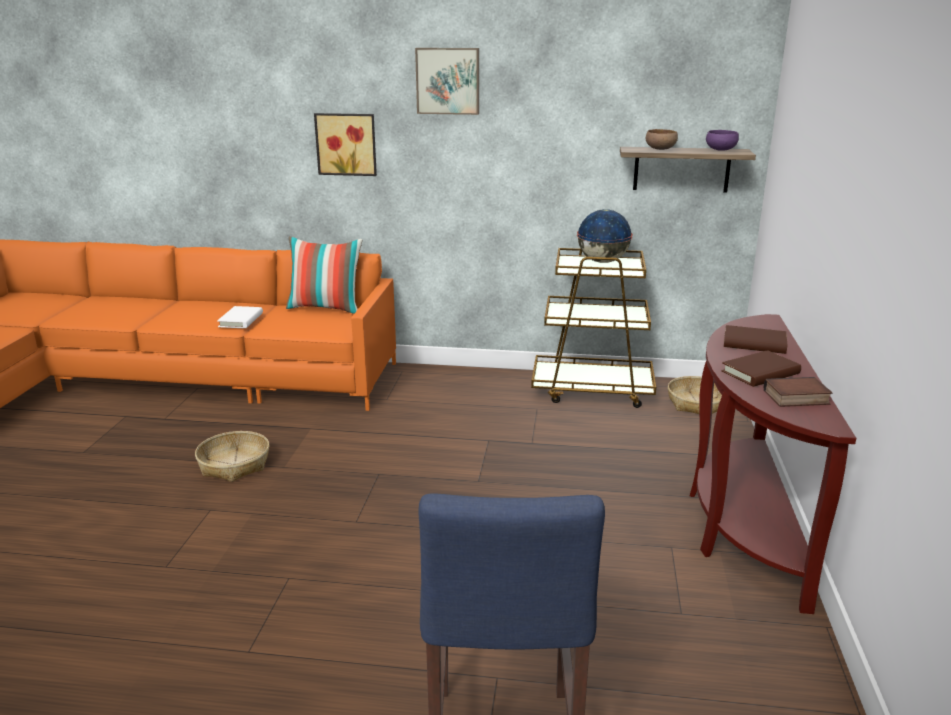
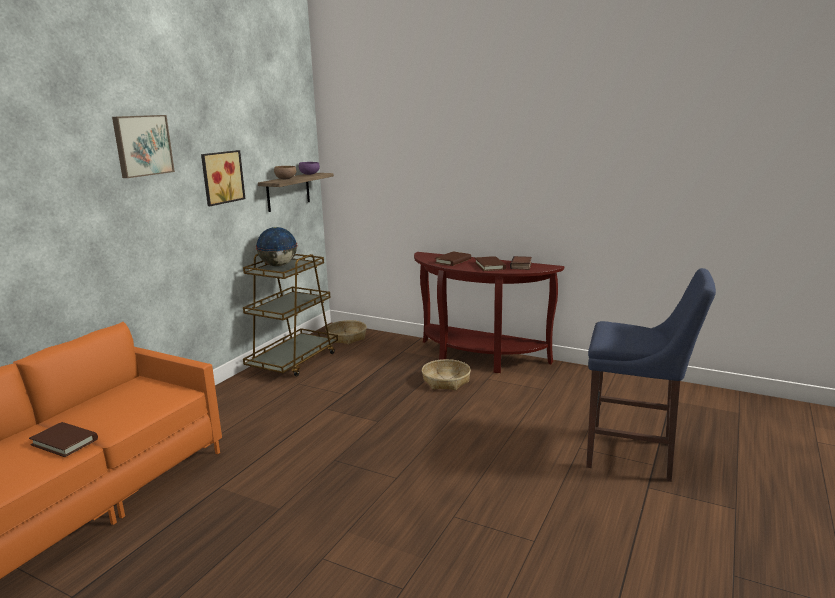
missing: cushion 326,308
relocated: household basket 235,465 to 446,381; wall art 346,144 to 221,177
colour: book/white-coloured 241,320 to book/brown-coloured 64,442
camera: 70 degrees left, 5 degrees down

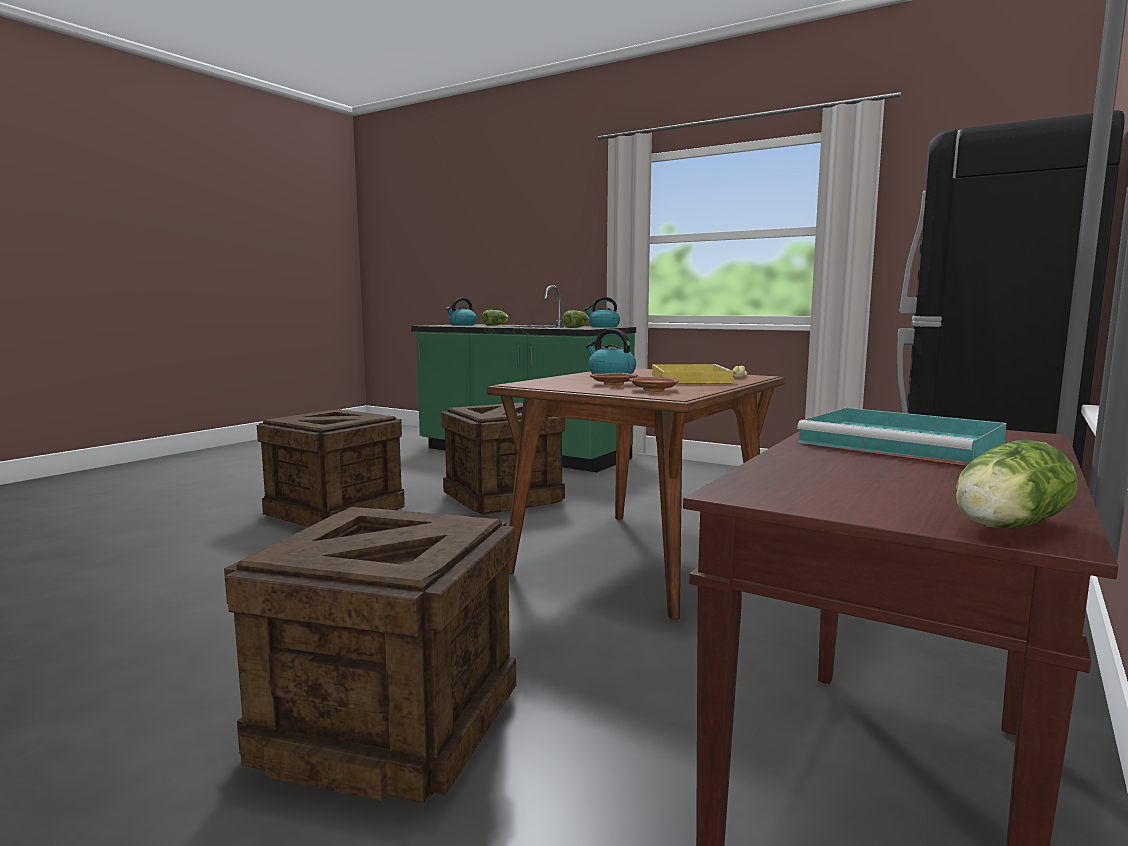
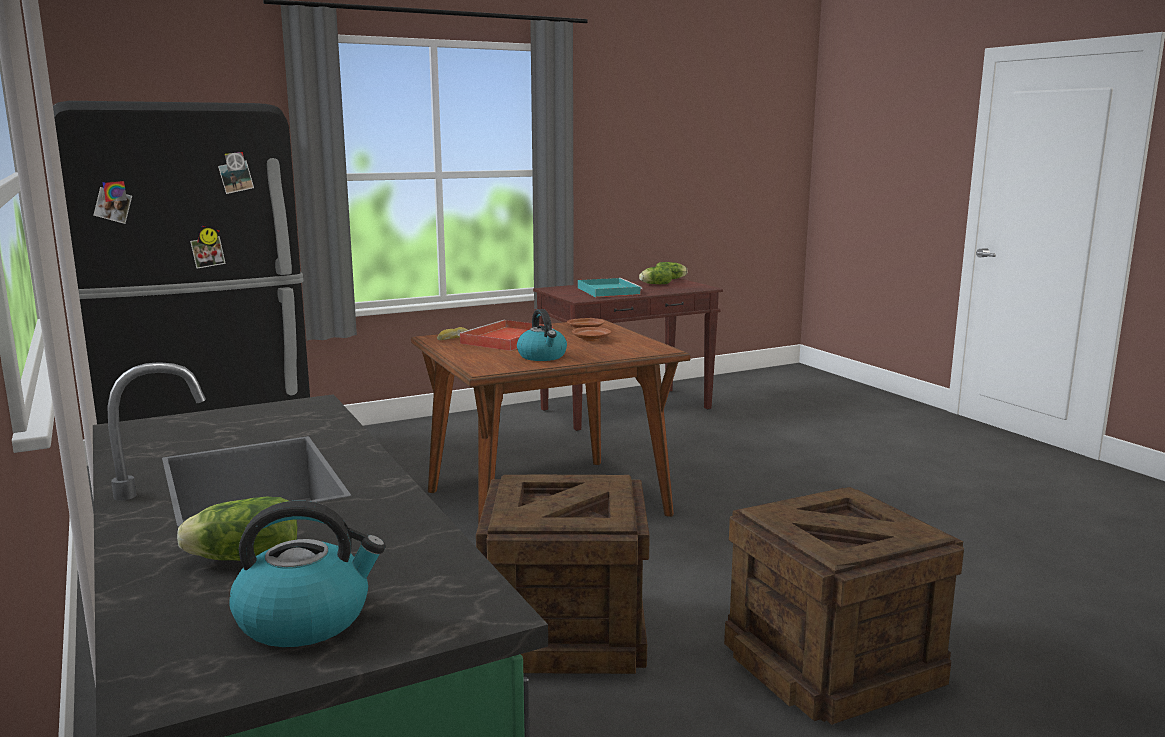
missing: crate 386,726; kettle 603,326
relocated: lettuce head 577,327 to 655,284
colour: carrying tray/yellowish 689,379 to carrying tray/reddish 506,340
camera: 150 degrees left, 5 degrees up

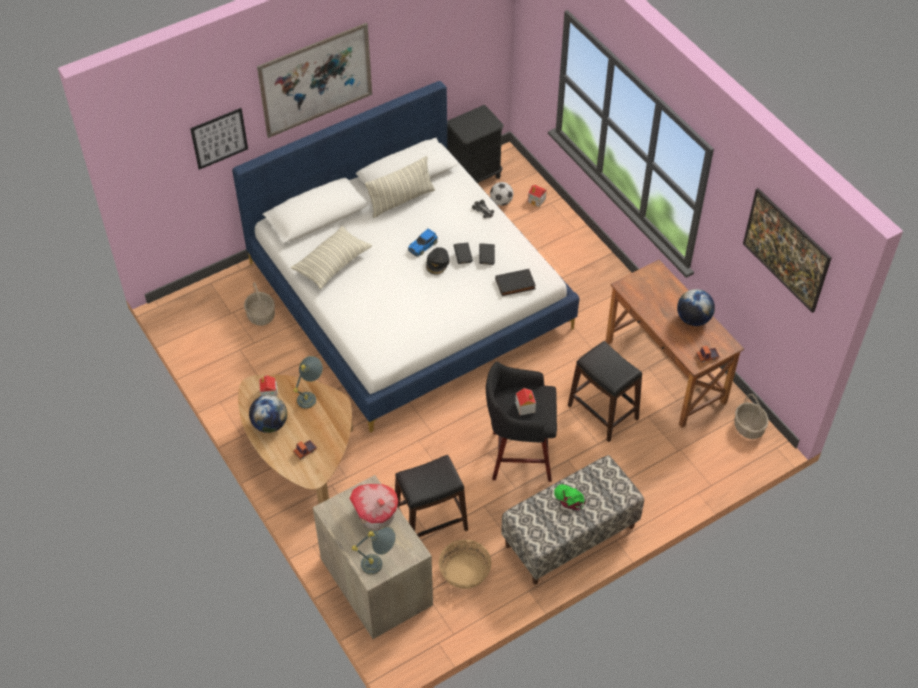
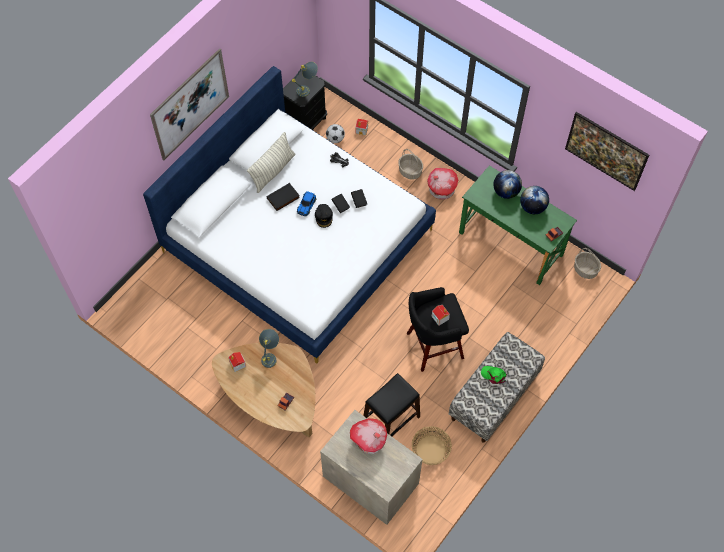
missing: wall art 219,138; cushion 332,264; stool seat/black 602,413
appeared: toy house 441,190
relocated: household basket 261,315 to 410,171; world globe 270,424 to 506,192; tabletop lamp/gray 379,563 to 307,89; book/black 515,285 to 283,198
colour: desk unit/brown-coloured 665,371 to desk unit/greenish 511,243
camera: 20 degrees left, 10 degrees up

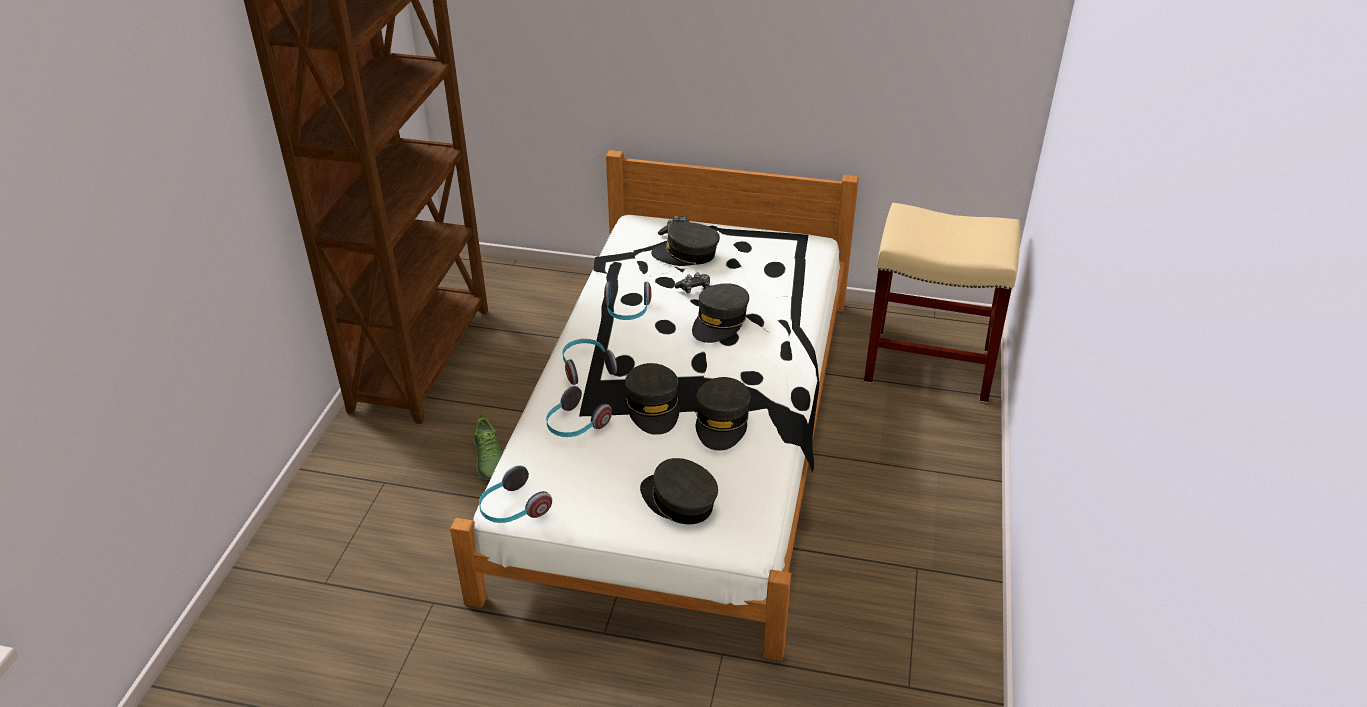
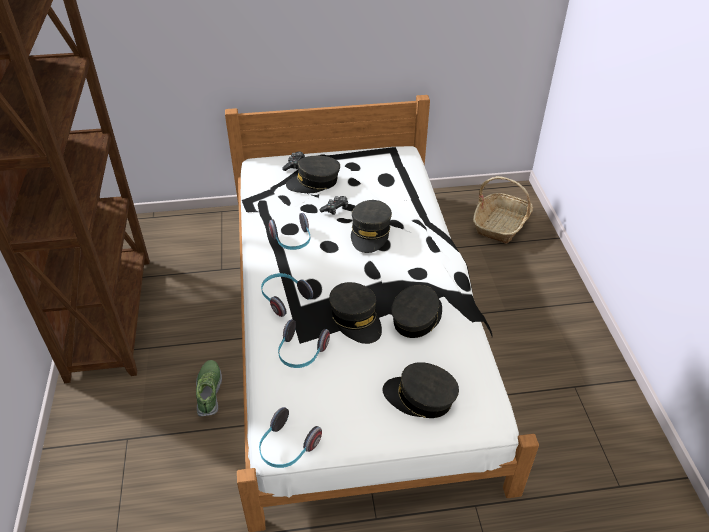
exchanged: stool seat/beige-coloured 930,364 to household basket 501,224
spun: shoe 489,460 = 209,392 150 degrees counterclockwise; baseball cap/gray 722,422 = 417,318 135 degrees counterclockwise
camera: 20 degrees left, 5 degrees up

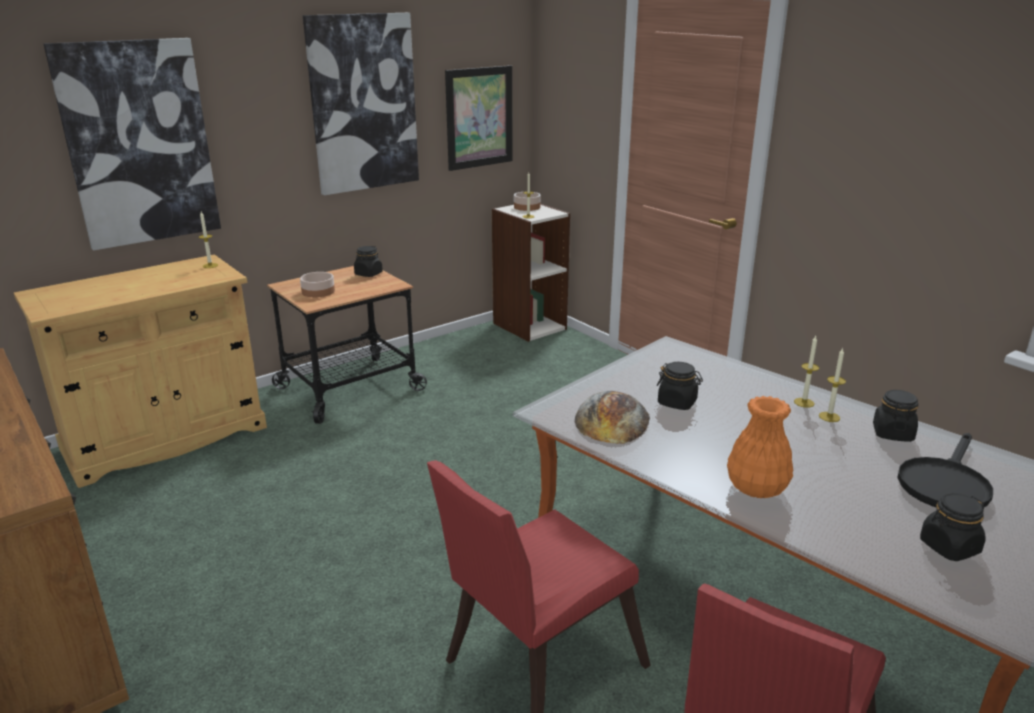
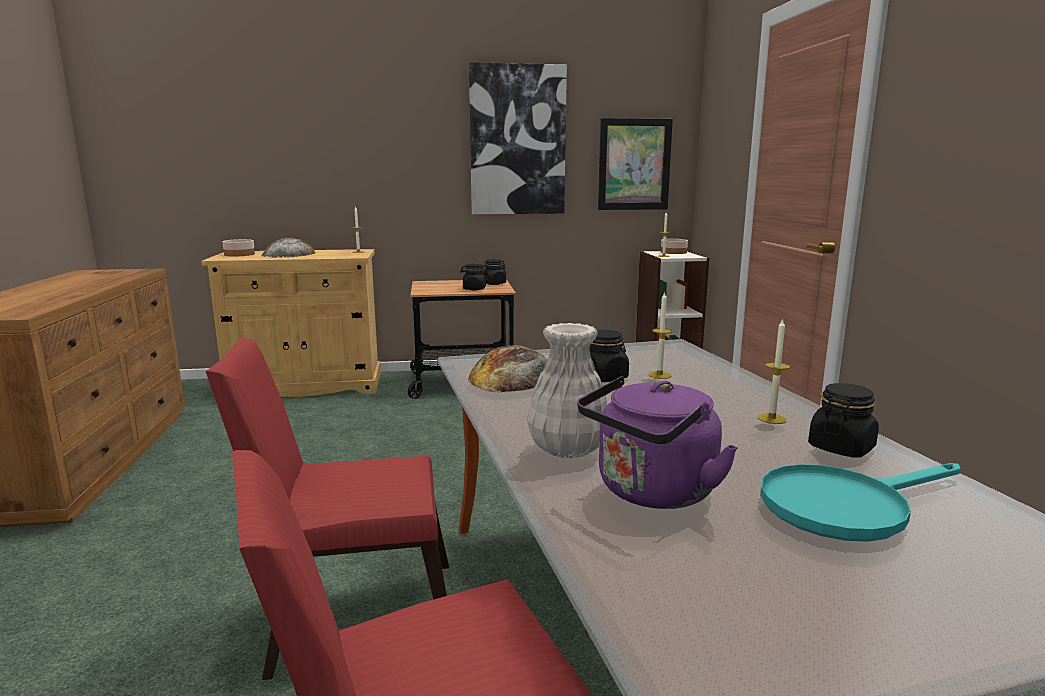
missing: wall art 139,143
appeared: bread 288,254; kettle/purple 651,493
relocated: bowl 318,291 to 239,254; wax candle 804,402 to 659,375; storage jar/black 949,547 to 474,289
colour: decorative vase/orangey 757,488 to decorative vase/white-coloured 569,449; frying pan/black 944,483 to frying pan/turquoise-coloured 845,505
camera: 30 degrees right, 10 degrees down

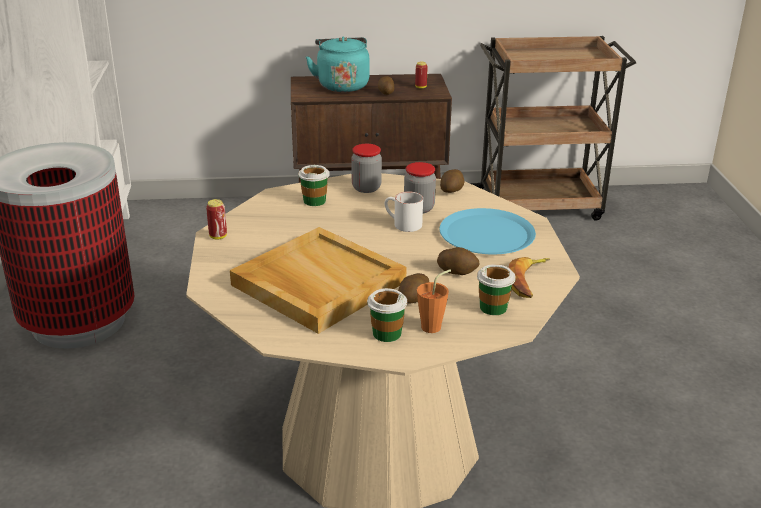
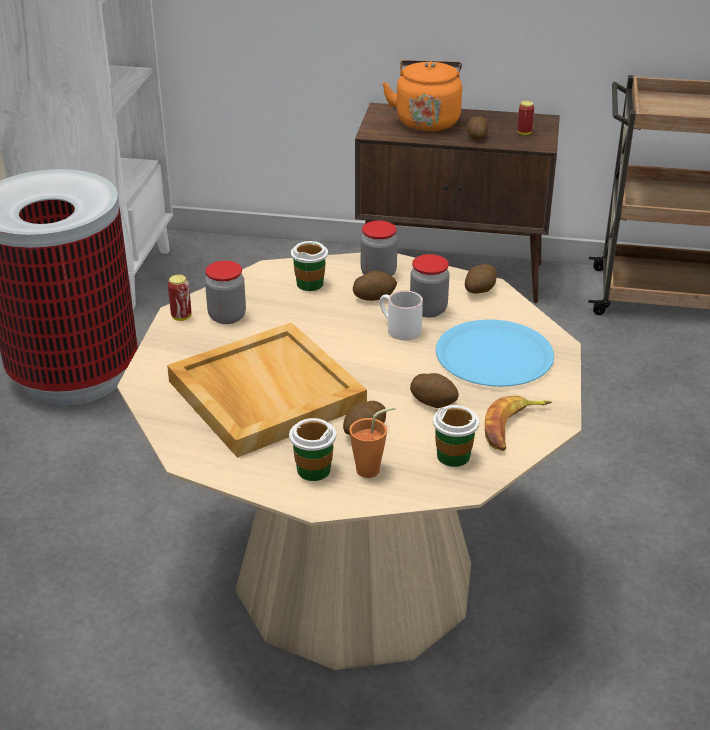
appeared: storage jar 227,316; spud 374,297
colour: kettle/turquoise-coloured 342,85 to kettle/orangey 427,121
camera: 15 degrees right, 5 degrees up

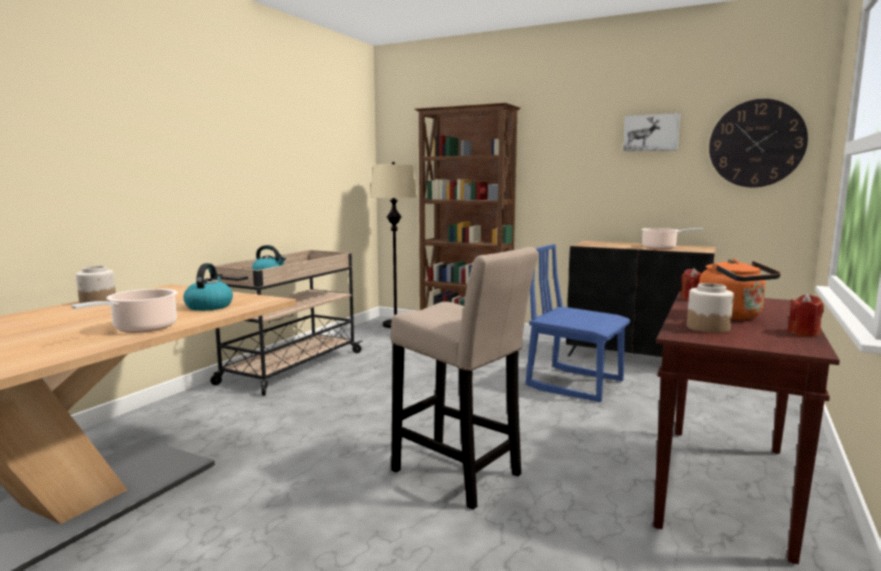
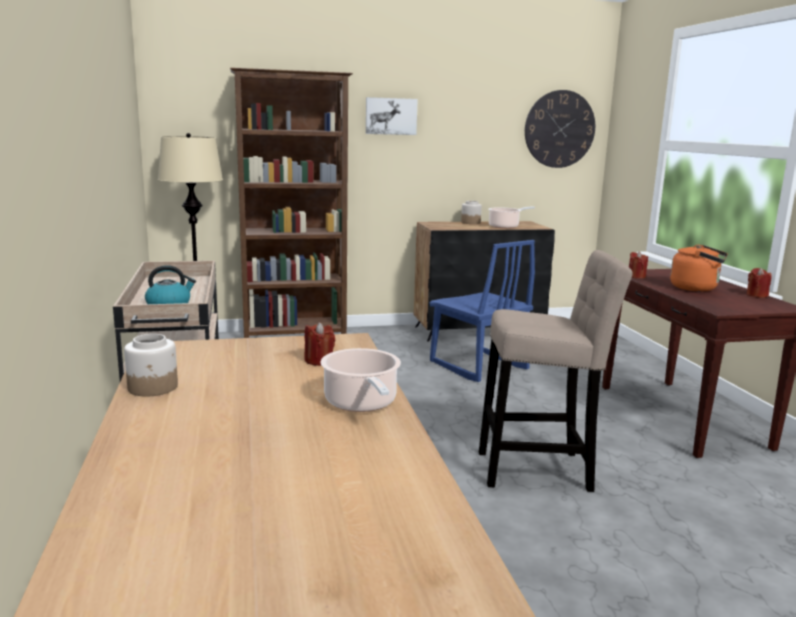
relocated: wall art 651,133 to 391,116; storage jar 708,328 to 470,222
exchanged: kettle 209,306 to wax candle/reddish 319,361
spun: plain chair/blue-coloured 575,384 = 477,366 120 degrees counterclockwise
camera: 40 degrees left, 5 degrees up

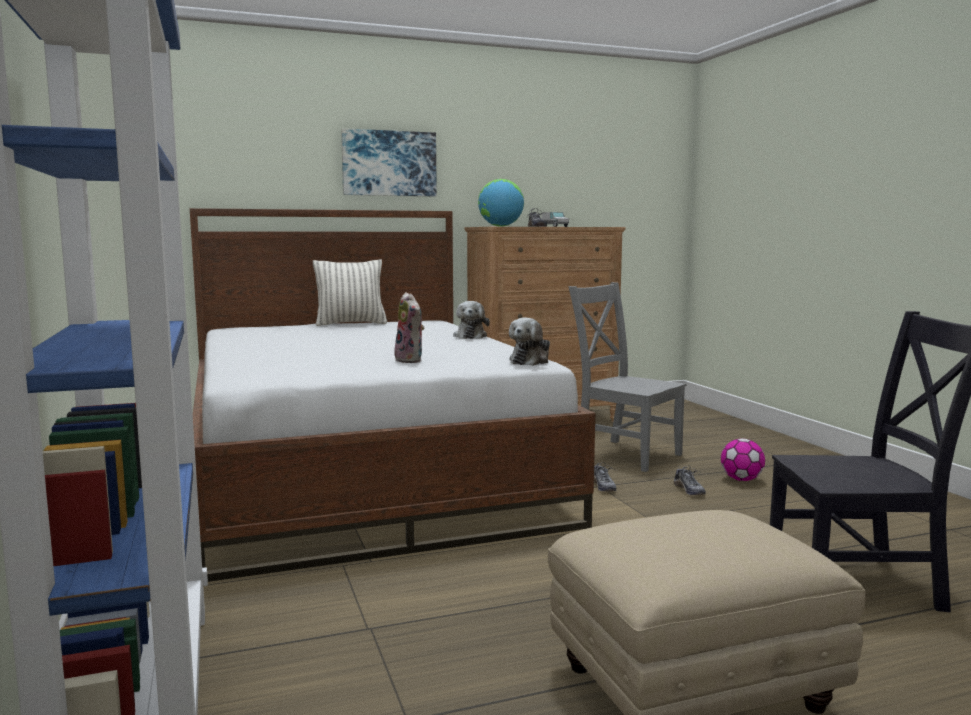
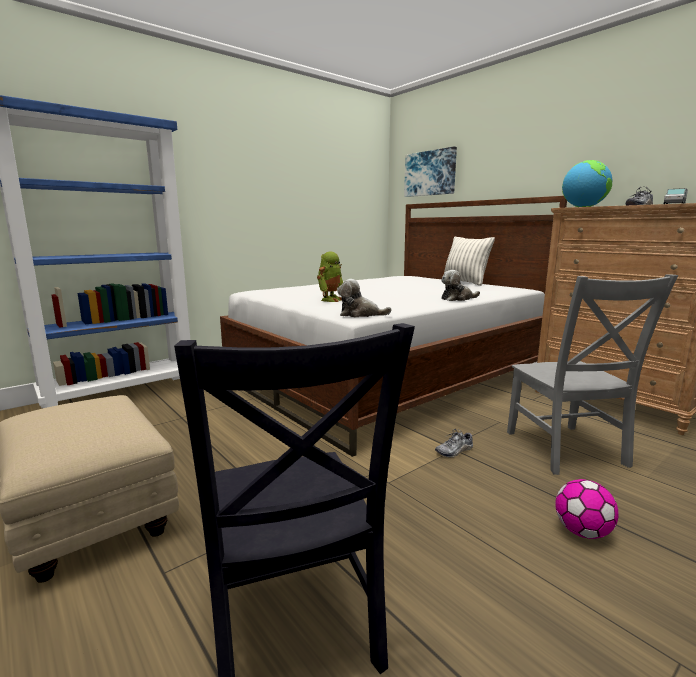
missing: shoe 689,490
relocated: wall art 389,163 to 430,173
exchanged: plush toy 411,360 to robot figure 330,300
spun: plain chair/gray 624,454 = 567,451 150 degrees clockwise
camera: 70 degrees right, 5 degrees up

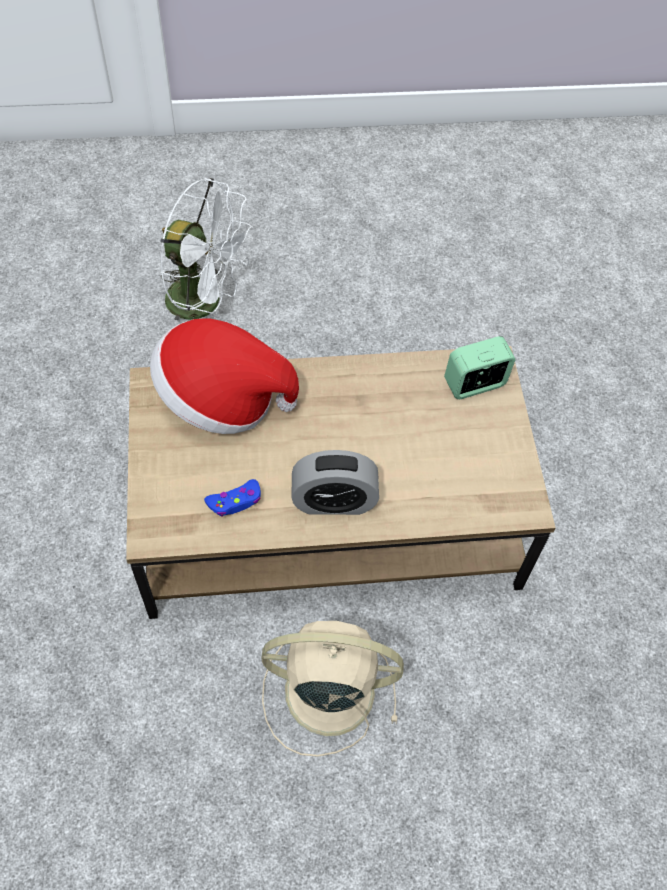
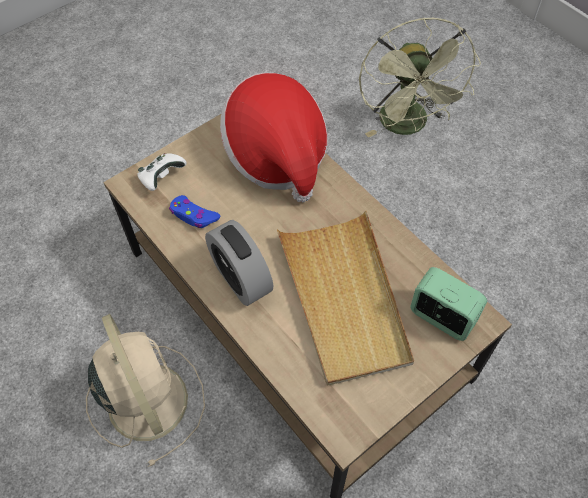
appeared: joypad/white-coloured 162,178; carrying tray/beige-coloured 344,298
colour: electric fan/white-coloured 205,302 to electric fan/greenish 408,126
camera: 60 degrees right, 0 degrees up

